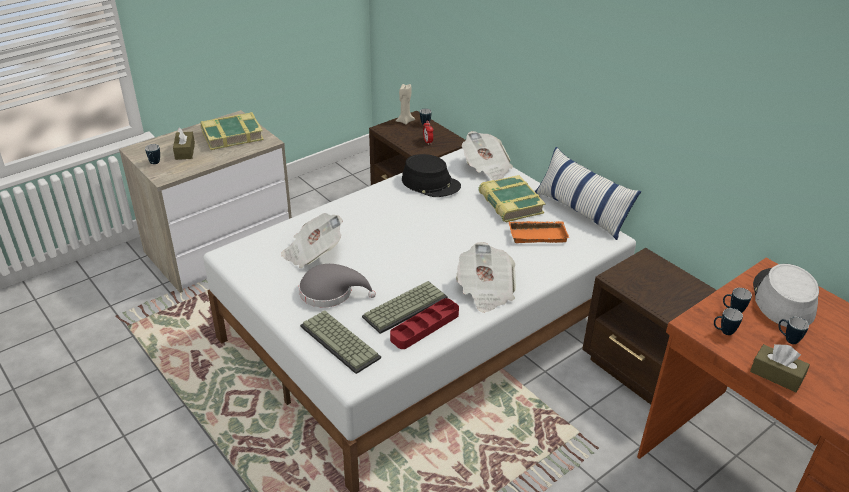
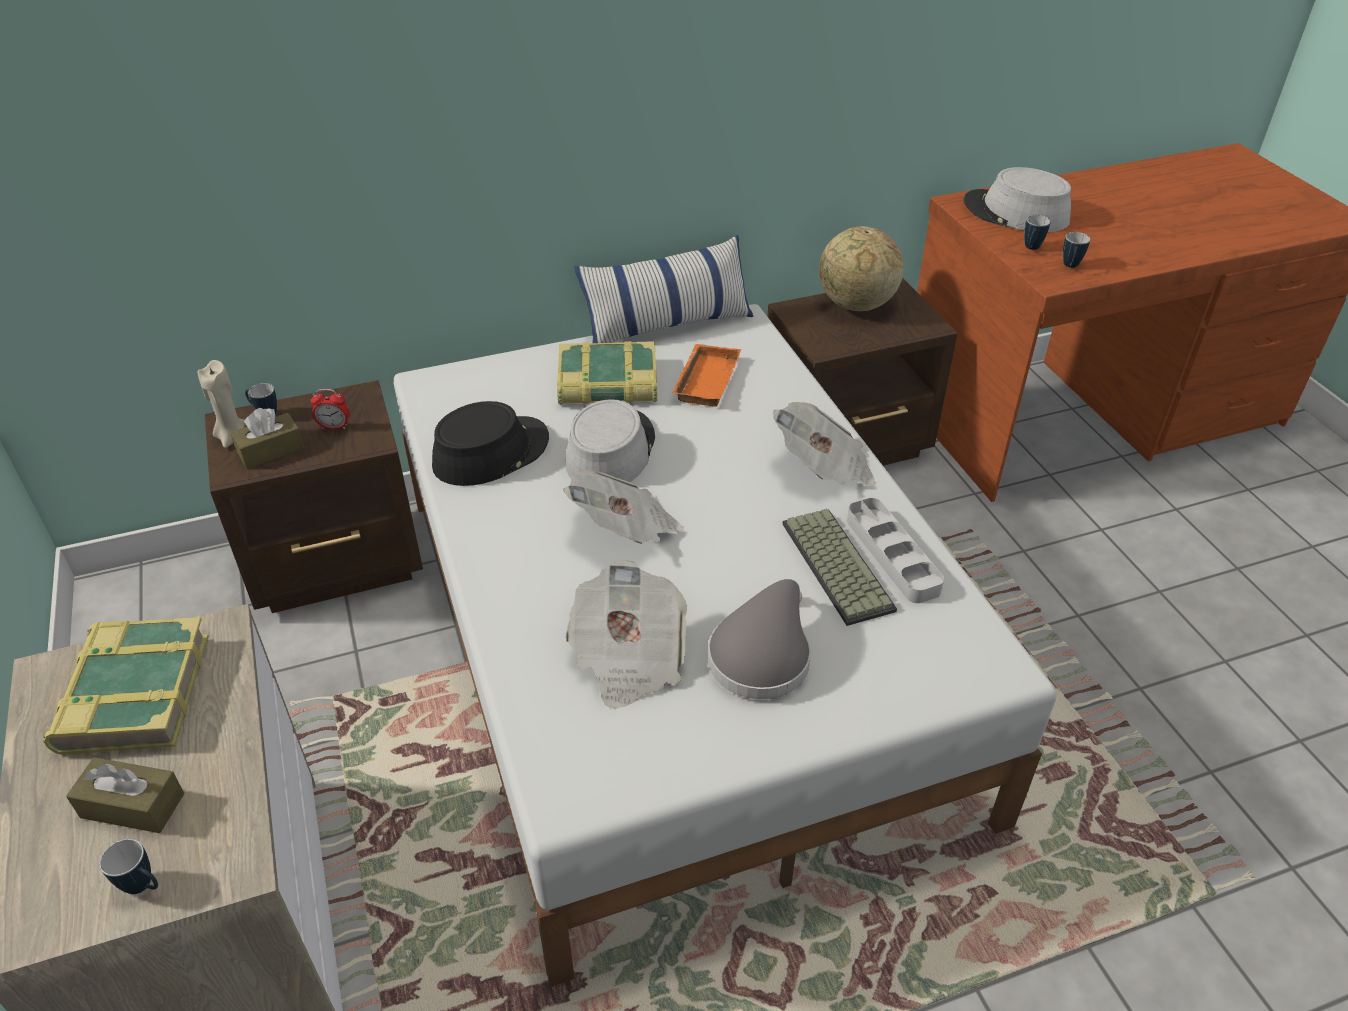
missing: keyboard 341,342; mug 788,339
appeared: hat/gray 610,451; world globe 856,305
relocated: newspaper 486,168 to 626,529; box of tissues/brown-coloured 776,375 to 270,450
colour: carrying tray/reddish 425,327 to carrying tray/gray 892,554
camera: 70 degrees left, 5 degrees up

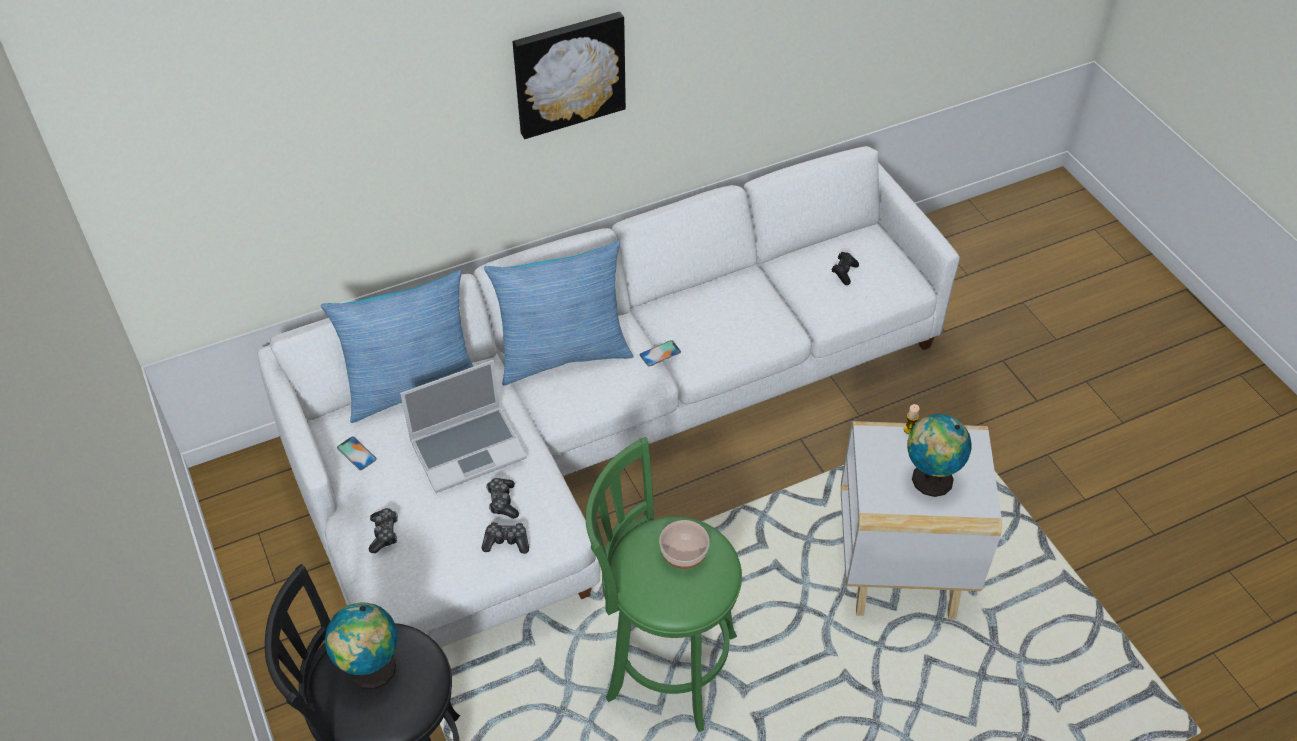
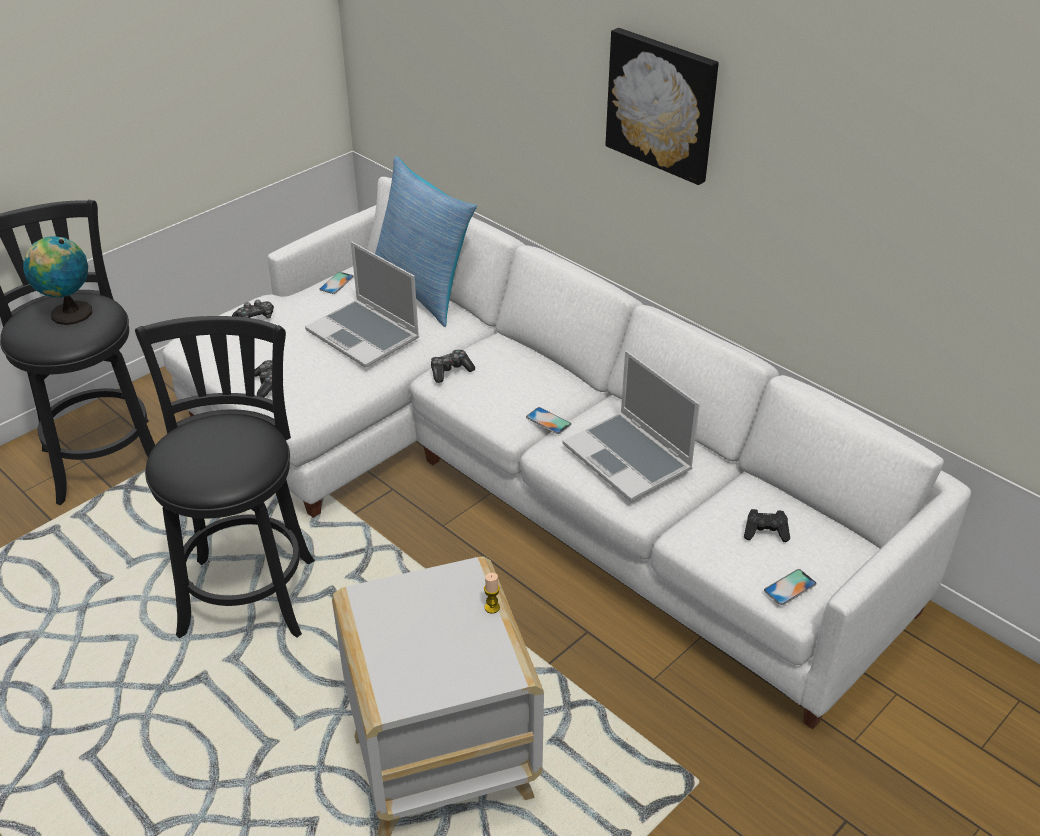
missing: cushion 562,354; bowl 684,554; world globe 929,480
appeared: notebook computer 629,458; telephone 790,587
relocated: joypad 502,502 to 450,371
colour: stool seat/greenish 664,664 to stool seat/black 249,591
camera: 70 degrees right, 10 degrees down

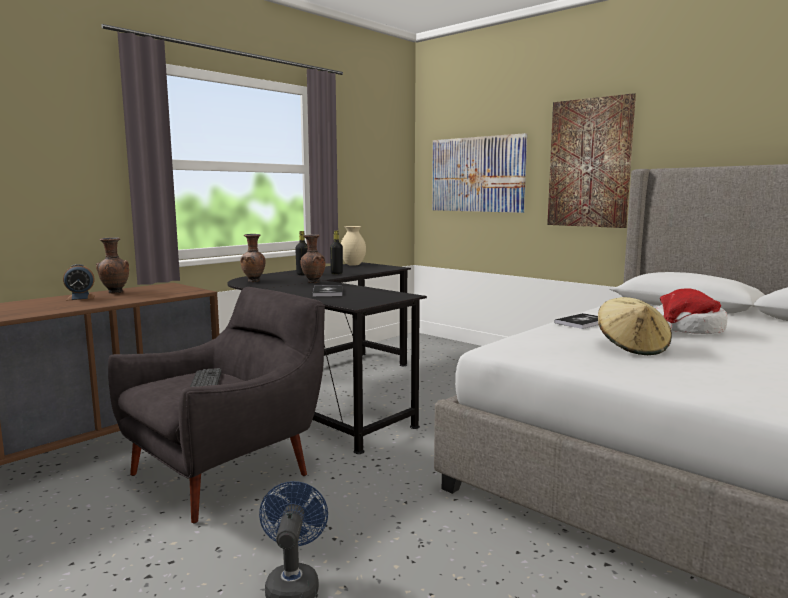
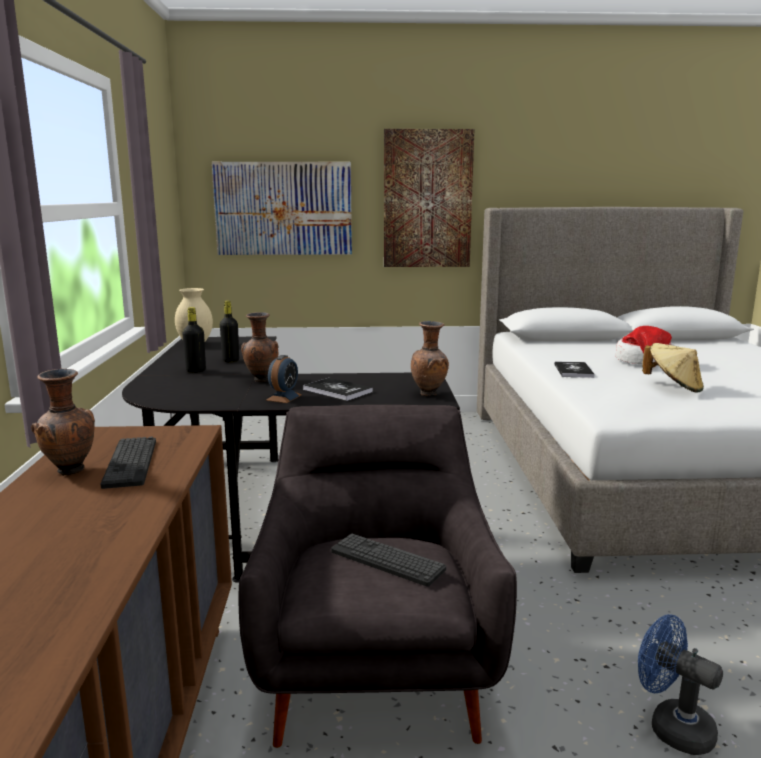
appeared: keyboard 130,463
relocated: alarm clock 80,298 to 284,397; decorative vase/brown-coloured 254,281 to 429,394
camera: 45 degrees left, 5 degrees up

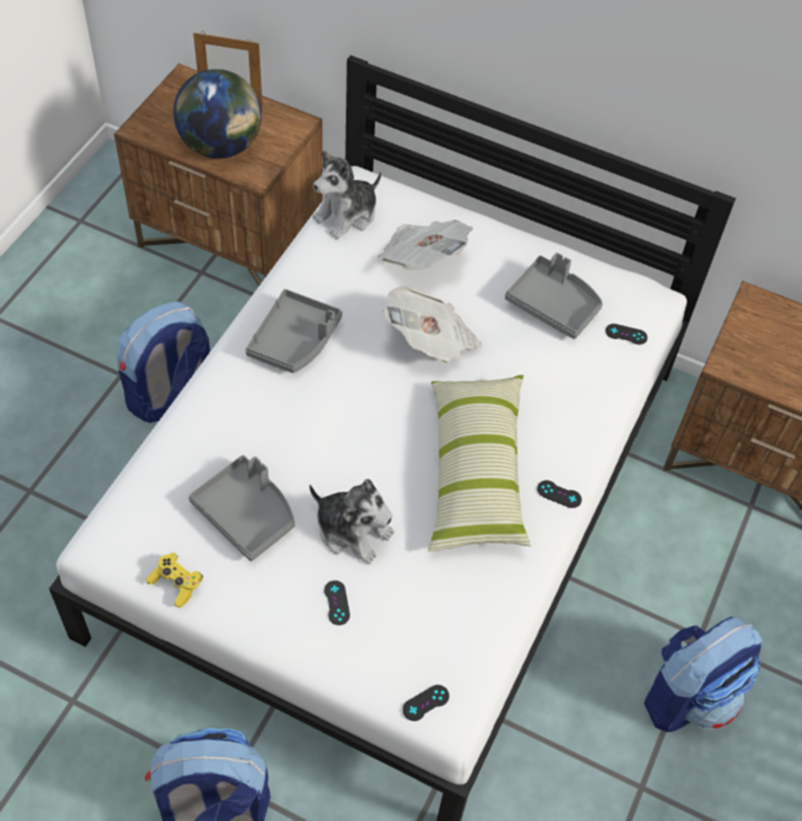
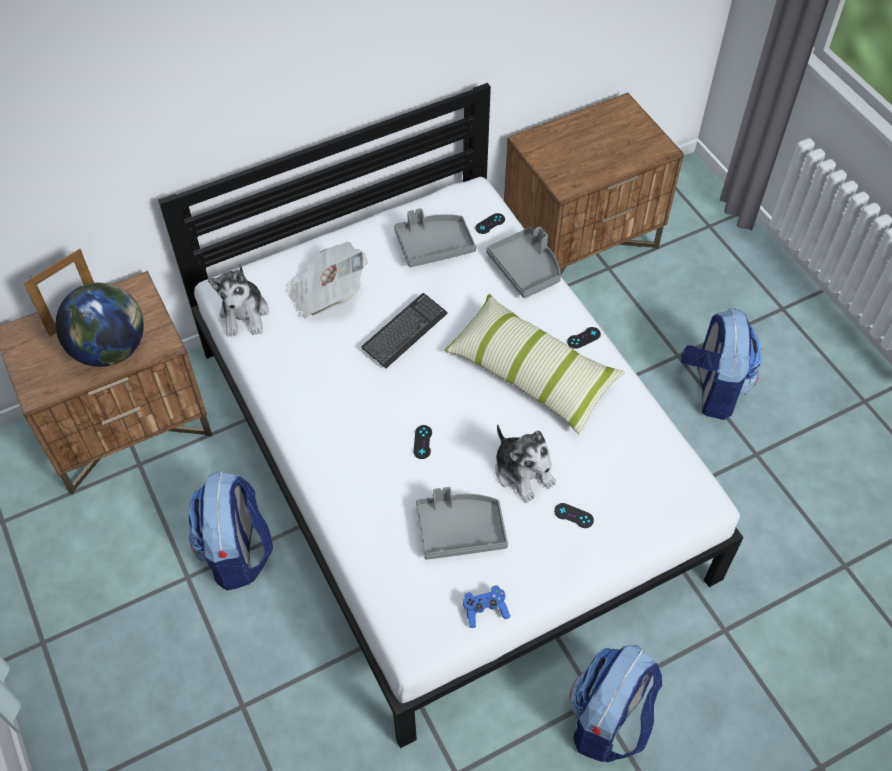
relocated: carrying tray/gray 295,340 to 526,269; joypad/black 426,703 to 422,442
exchanged: newspaper 431,341 to keyboard 404,332
colour: joypad/yellowish 176,584 to joypad/blue-coloured 485,610
spun: plush toy 352,530 = 523,472 75 degrees clockwise
camera: 50 degrees left, 0 degrees up

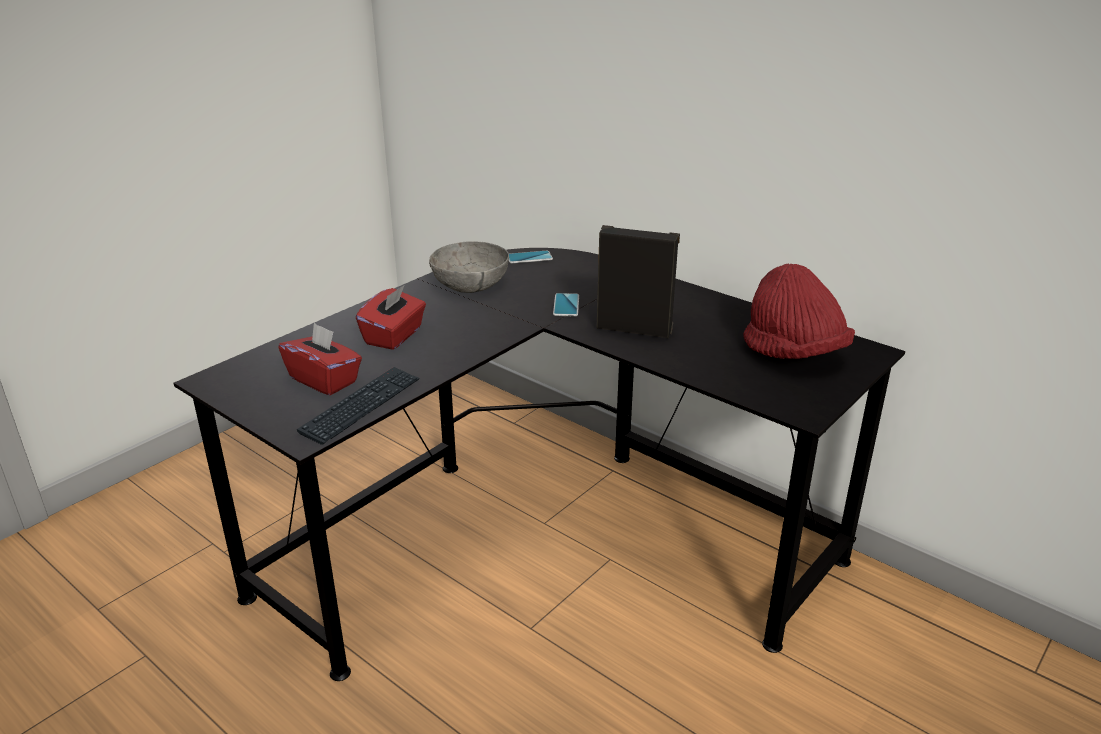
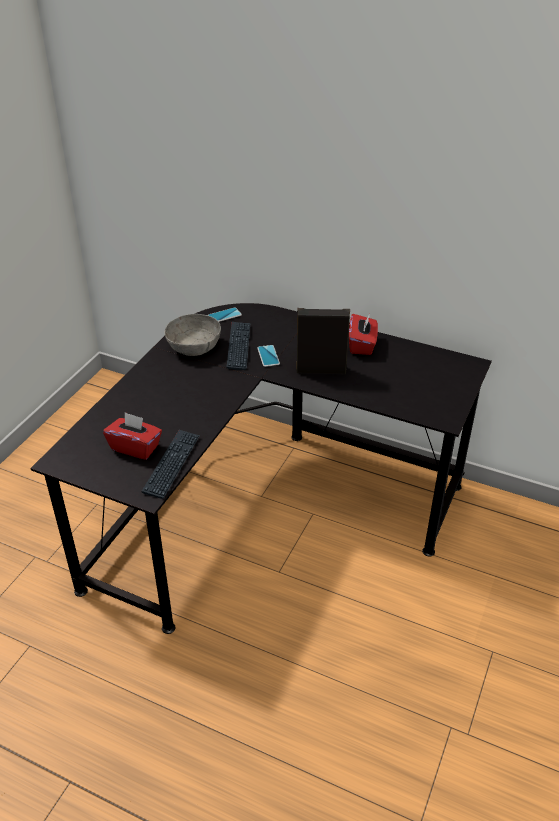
missing: hat/reddish 793,354
appeared: keyboard 238,346
relocated: box of tissues/reddish 394,336 to 362,345
camera: 15 degrees left, 10 degrees up

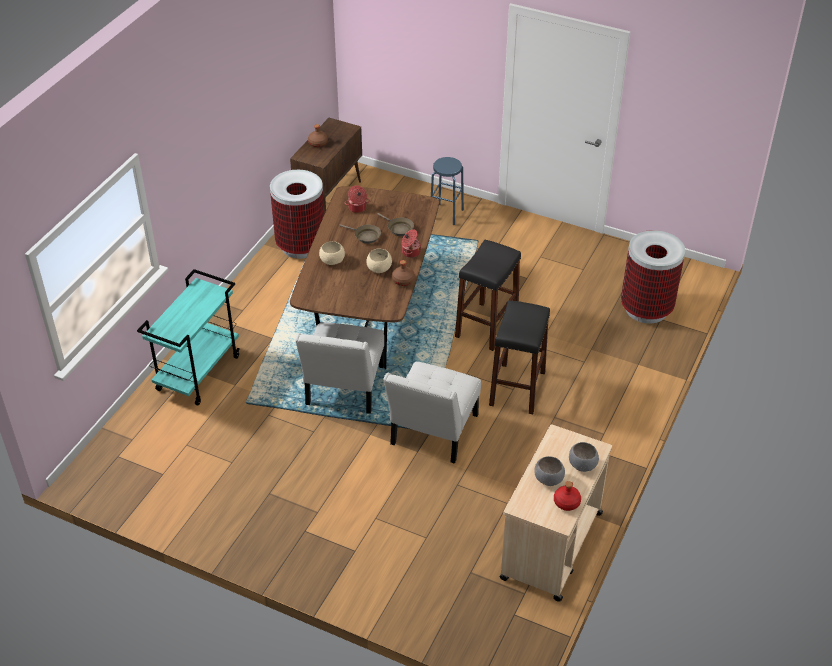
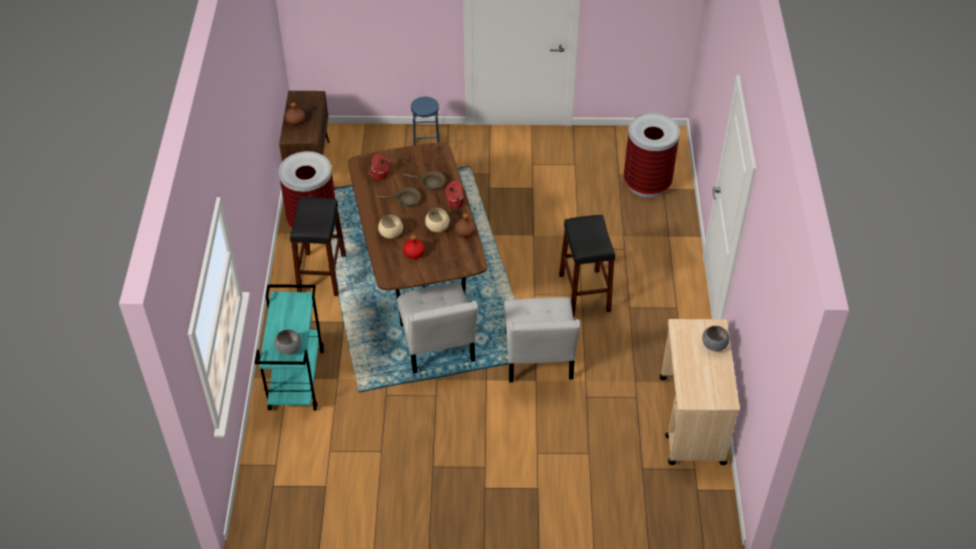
relocated: stool seat/black 487,326 to 322,274; bowl/gray 549,479 to 289,348; bottle/reddish 566,503 to 414,253
camera: 25 degrees left, 5 degrees up

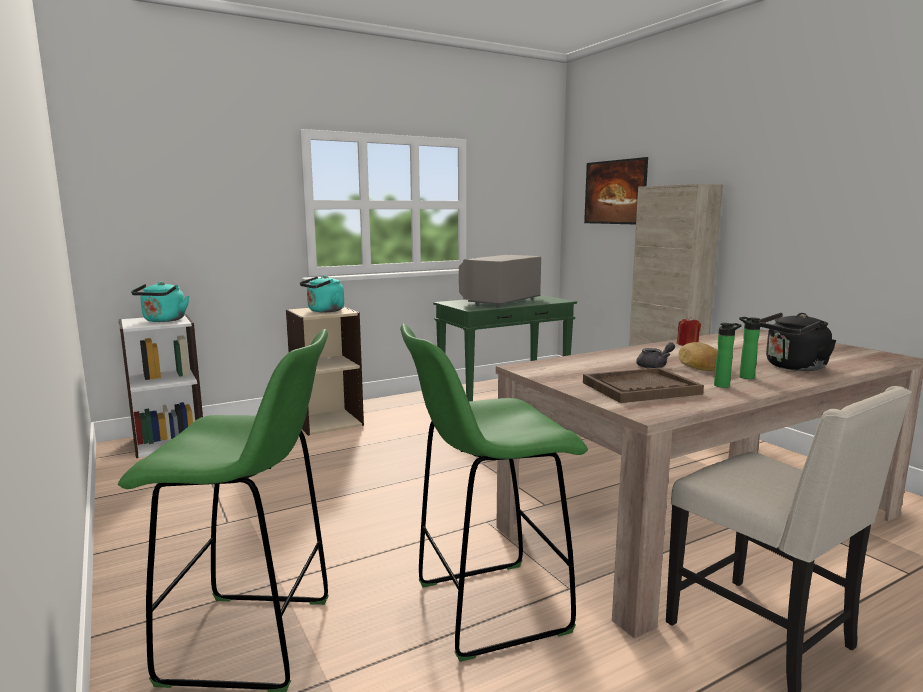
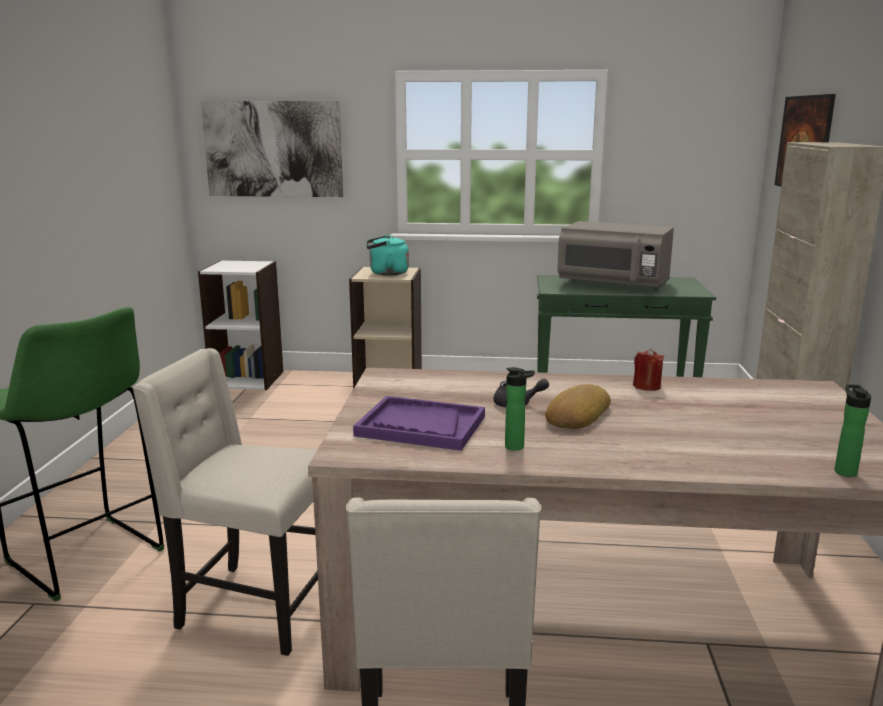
missing: kettle/turquoise-coloured 163,320; kettle/black 793,367
appeared: wall art 273,149
relocated: bottle 744,377 to 844,470
exchanged: stool seat/greenish 486,608 to plain chair/beige-coloured 255,606
colour: carrying tray/brown-coloured 640,388 to carrying tray/purple 420,426
spun: kitchen microwave/gray 500,301 = 613,284 135 degrees counterclockwise
camera: 35 degrees right, 5 degrees up

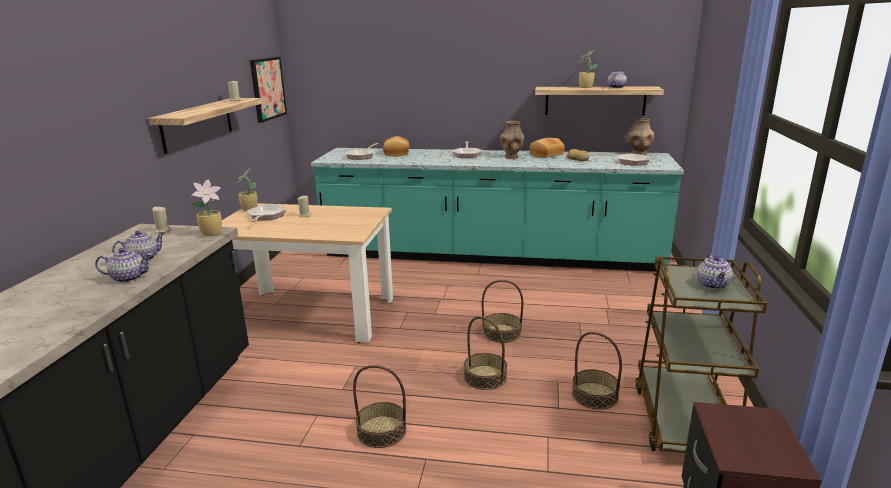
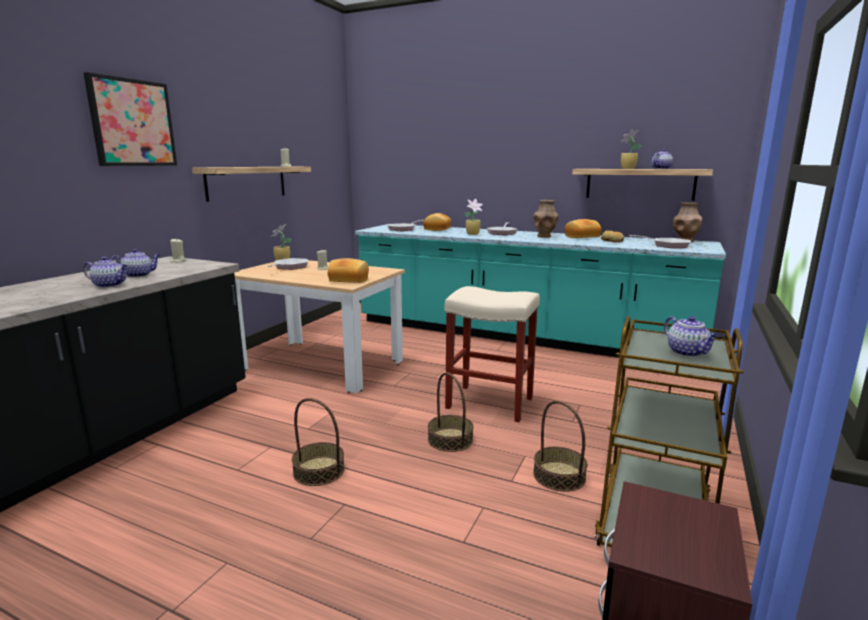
appeared: bread 349,280
relocated: plant in a pot 213,233 to 473,234; wall art 267,88 to 132,123
exchanged: household basket 501,333 to stool seat/beige-coloured 491,403
spun: tea pot 713,285 = 688,352 45 degrees counterclockwise
camera: 15 degrees right, 5 degrees down

